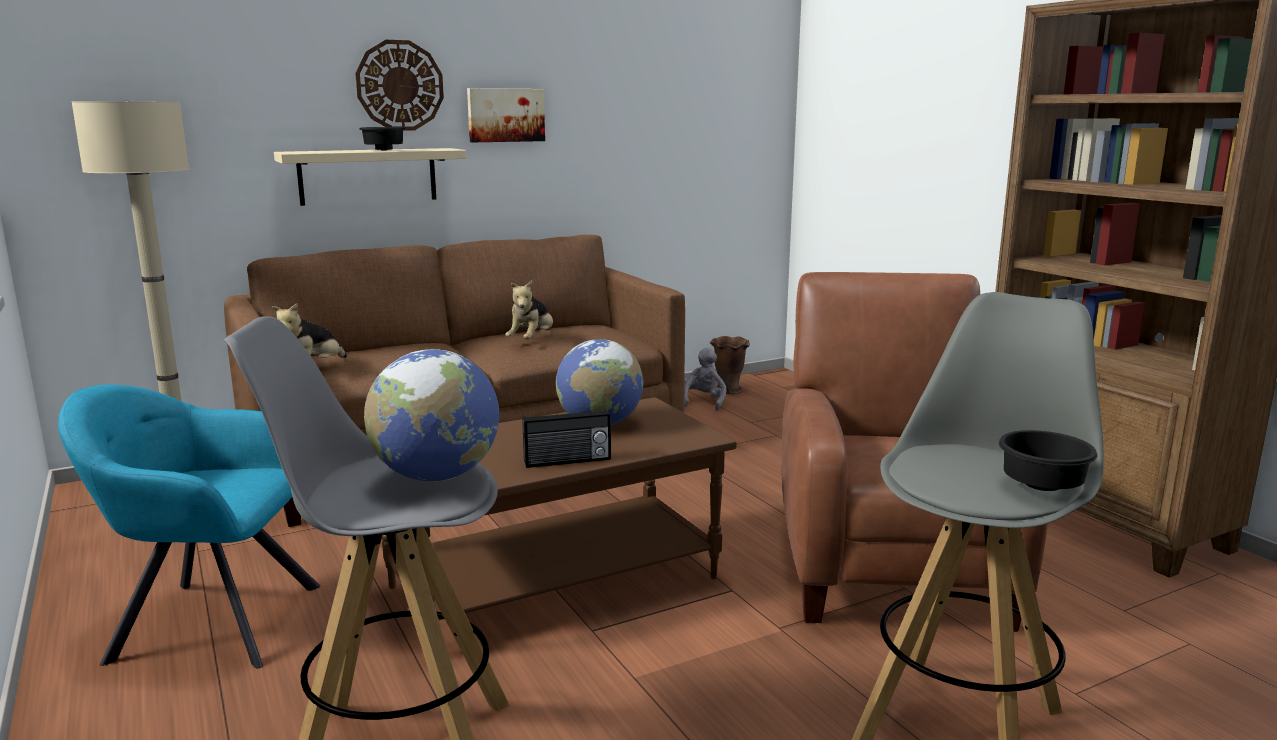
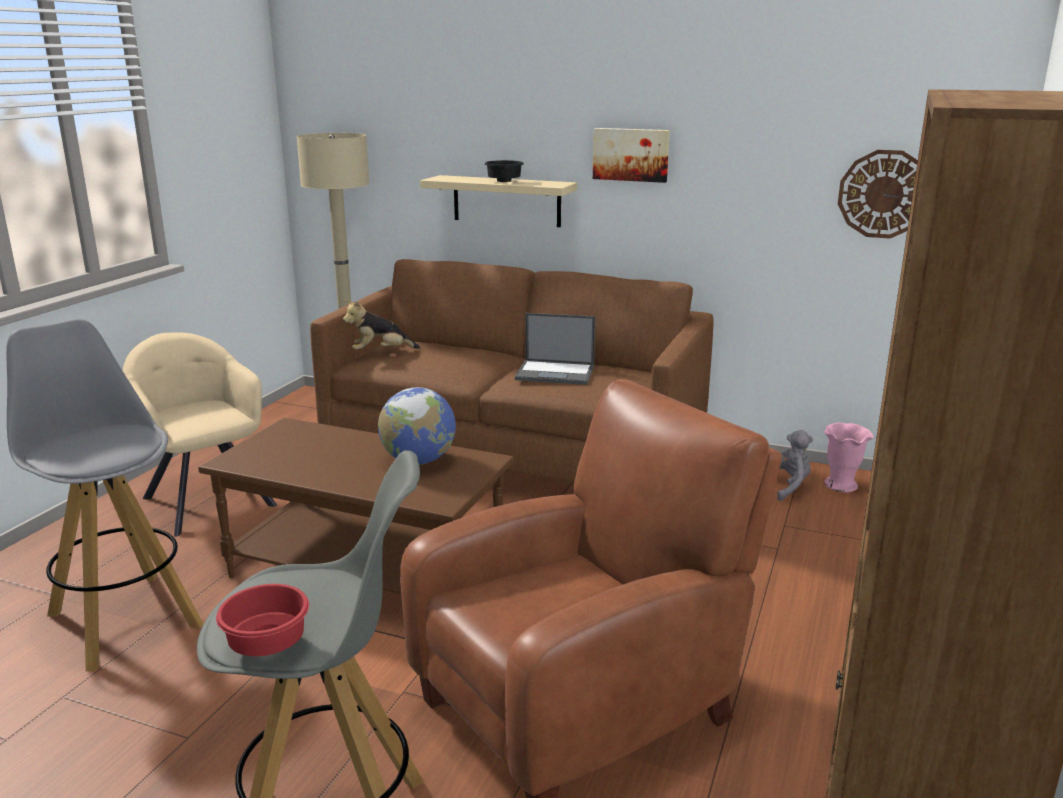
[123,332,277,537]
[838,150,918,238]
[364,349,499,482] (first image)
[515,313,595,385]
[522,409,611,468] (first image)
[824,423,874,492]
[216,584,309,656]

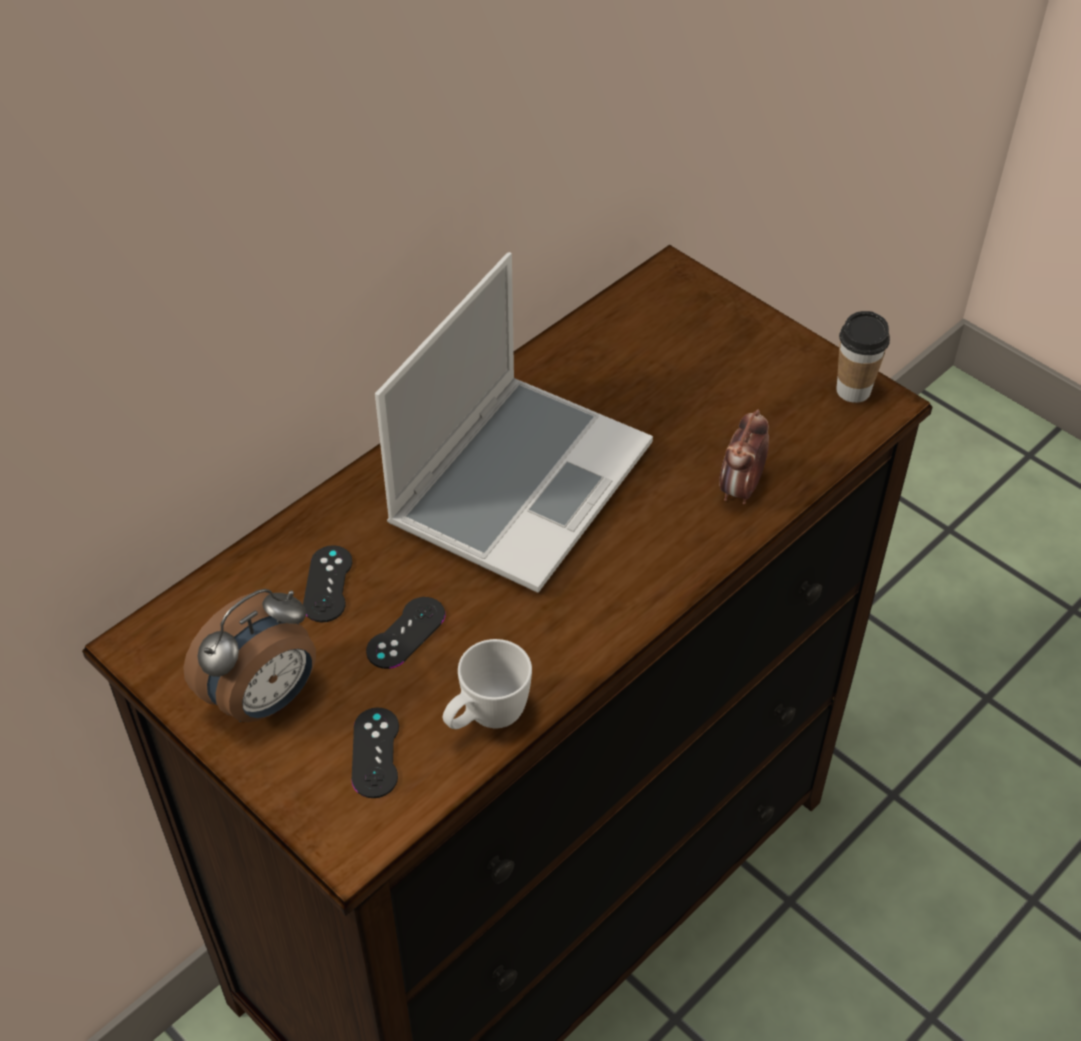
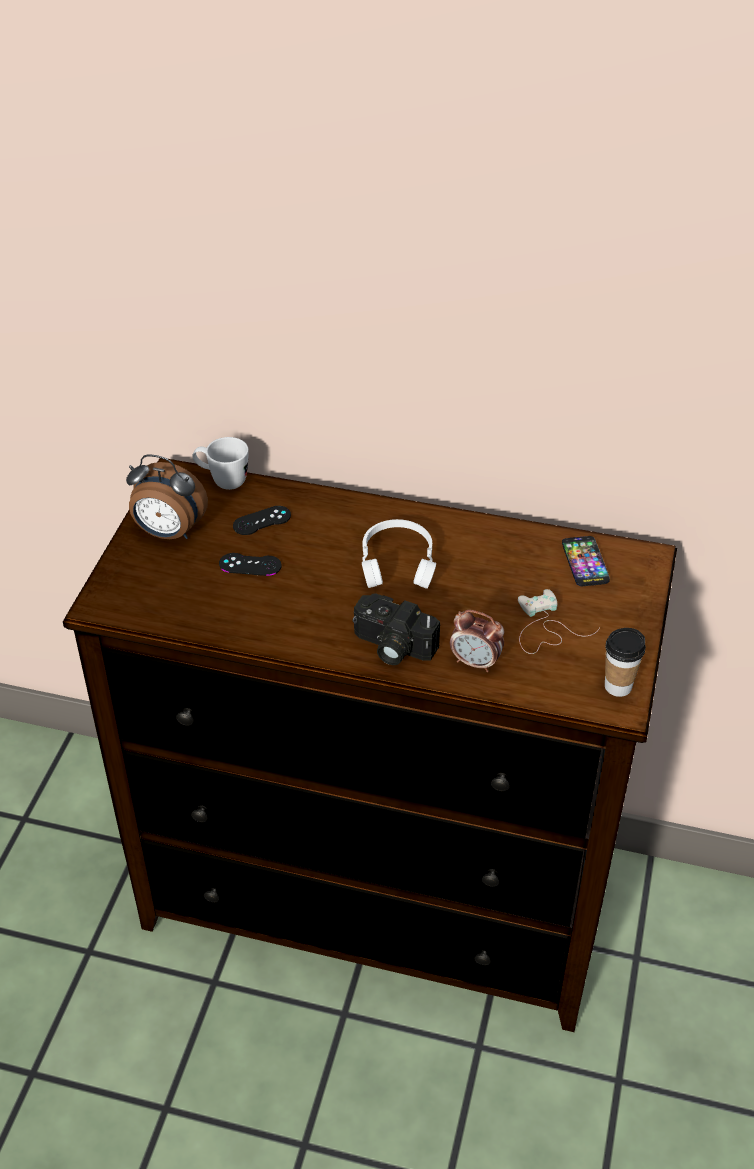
[351,708,399,798] (first image)
[362,519,436,589]
[193,437,249,490]
[450,610,504,672]
[353,593,440,665]
[518,589,600,654]
[562,536,610,586]

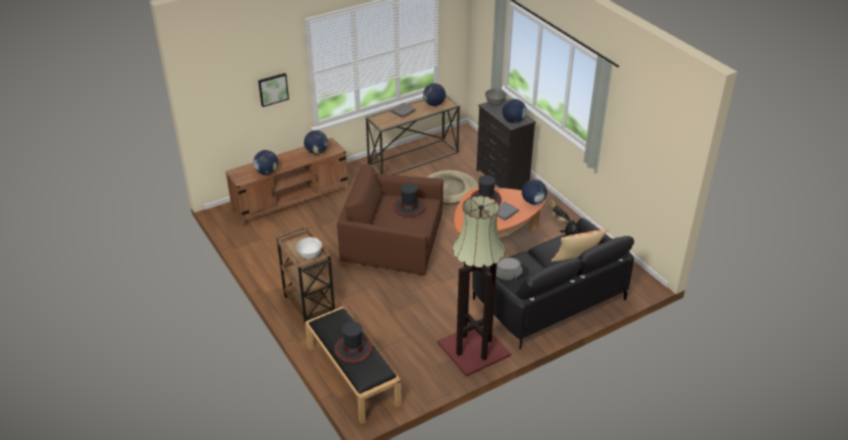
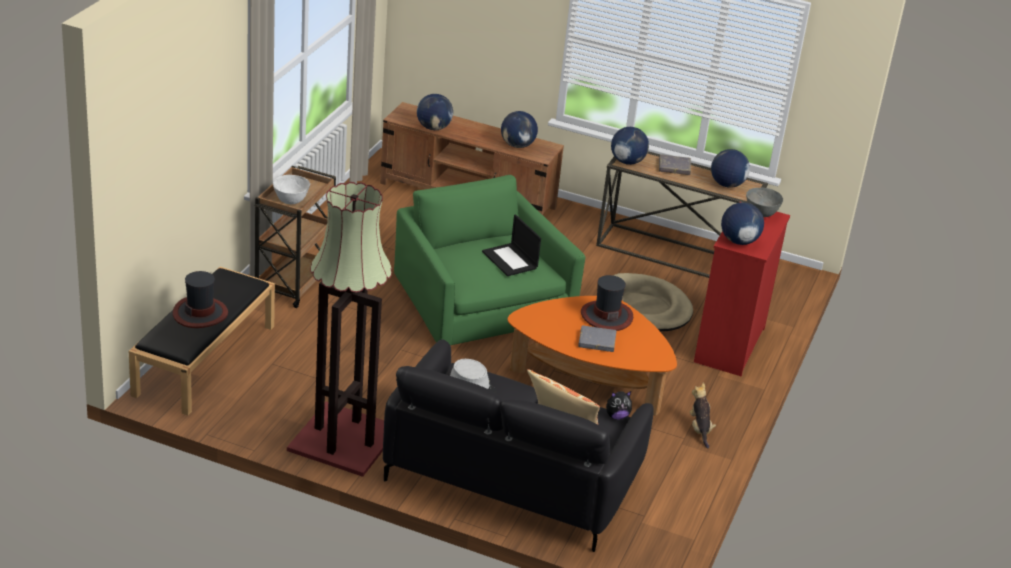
[258,73,289,107] (first image)
[394,175,586,346]
[482,214,541,276]
[694,202,790,376]
[611,127,649,165]

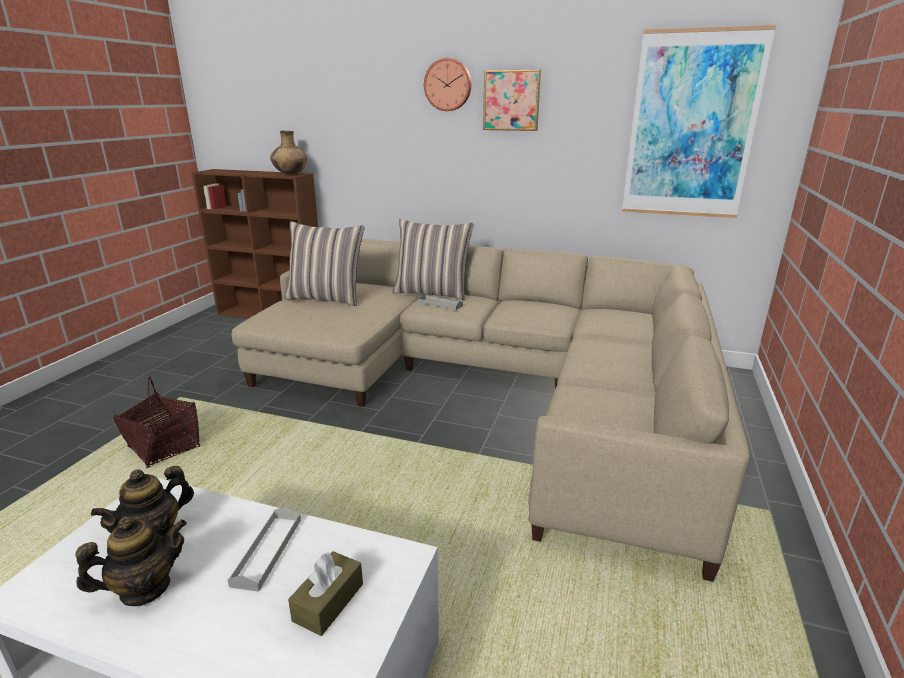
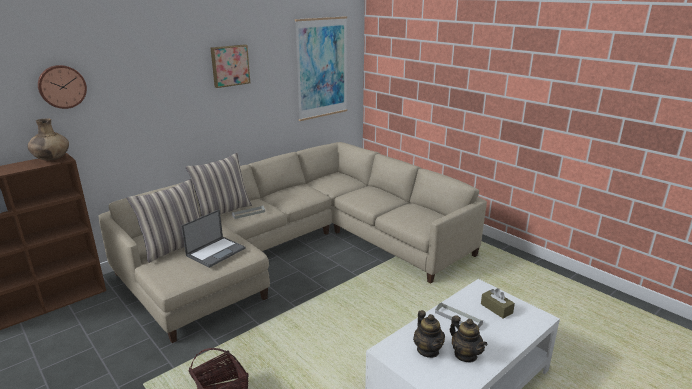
[450,315,487,362]
[38,65,87,109]
[181,209,246,268]

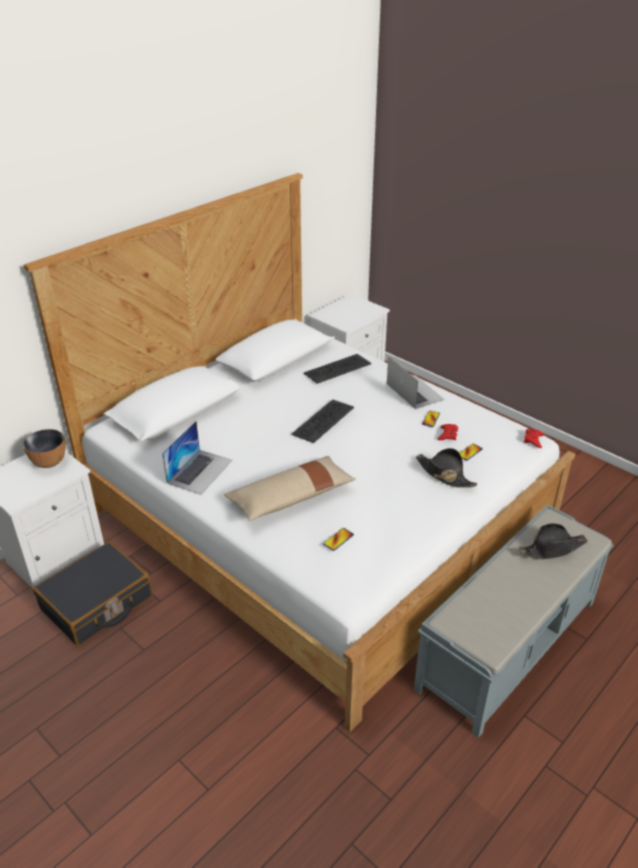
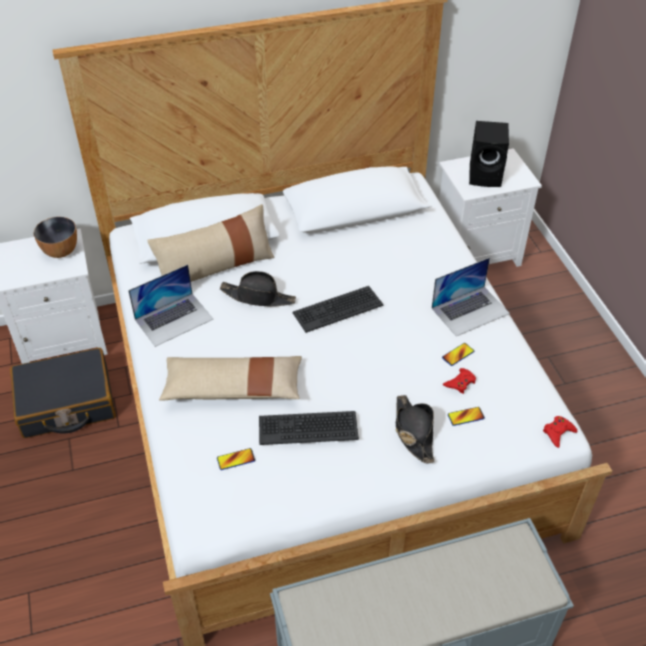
[259,411,359,445]
[431,257,510,336]
[220,271,296,307]
[147,204,275,282]
[469,121,509,187]

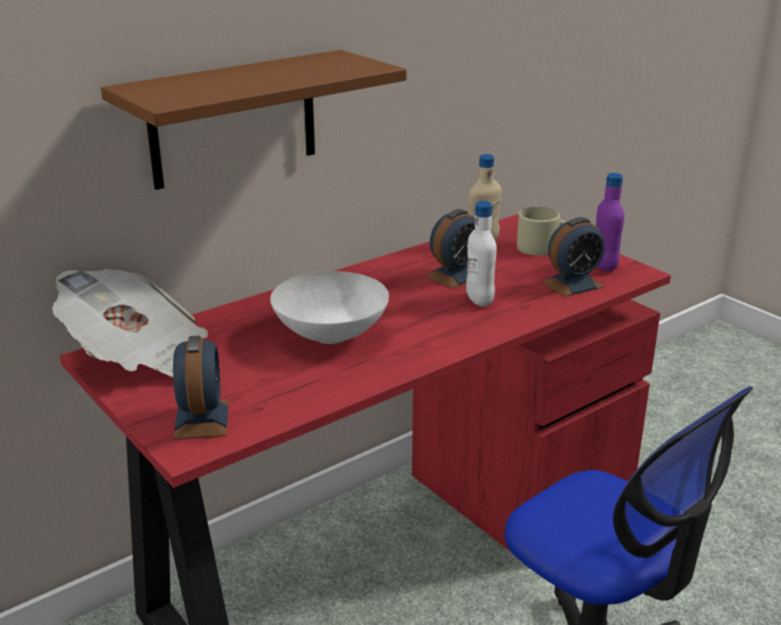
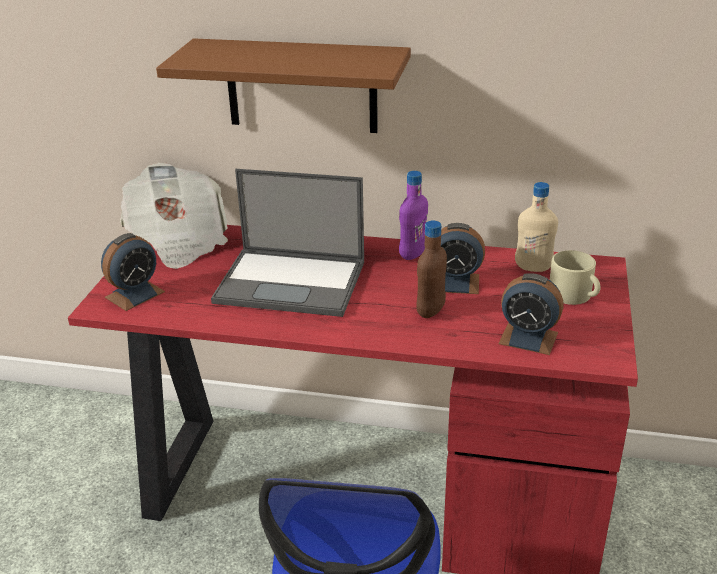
[211,169,364,317]
[416,221,447,318]
[399,171,428,260]

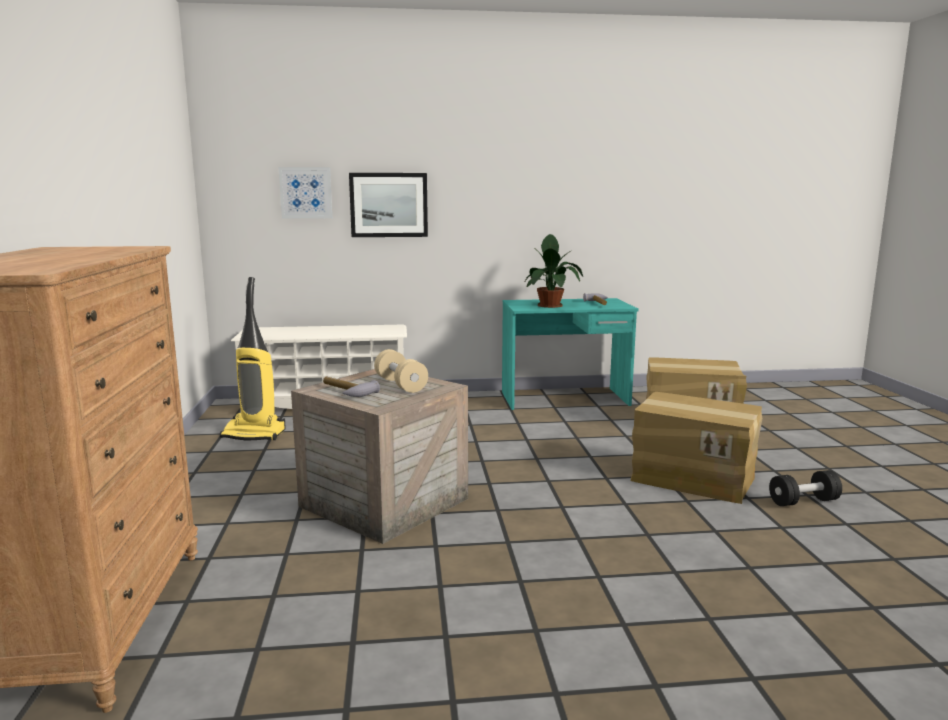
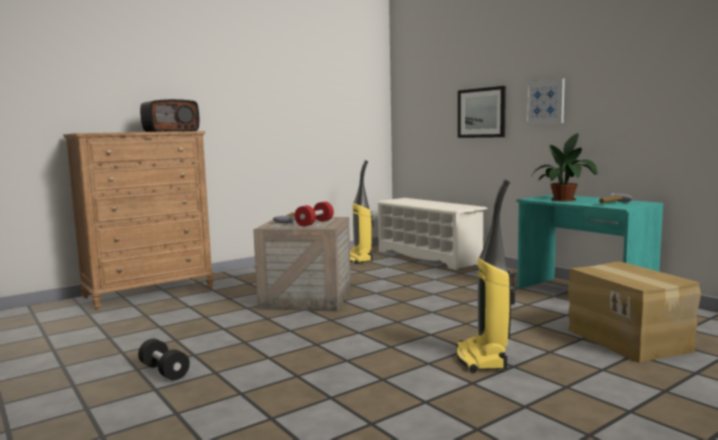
[525,78,565,124]
[294,202,334,227]
[456,180,515,373]
[138,339,190,380]
[140,99,199,132]

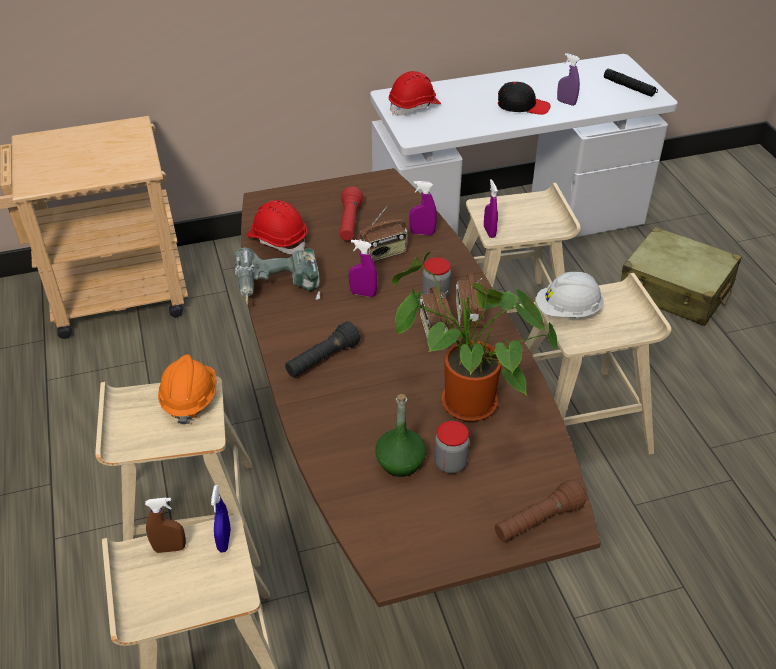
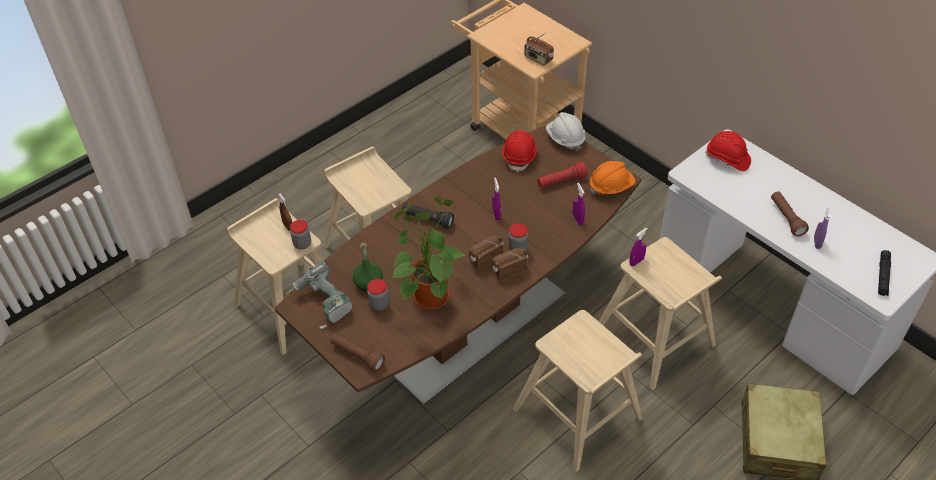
[590,161,635,195]
[290,220,311,249]
[287,261,352,329]
[524,32,554,66]
[771,191,809,237]
[546,112,586,151]

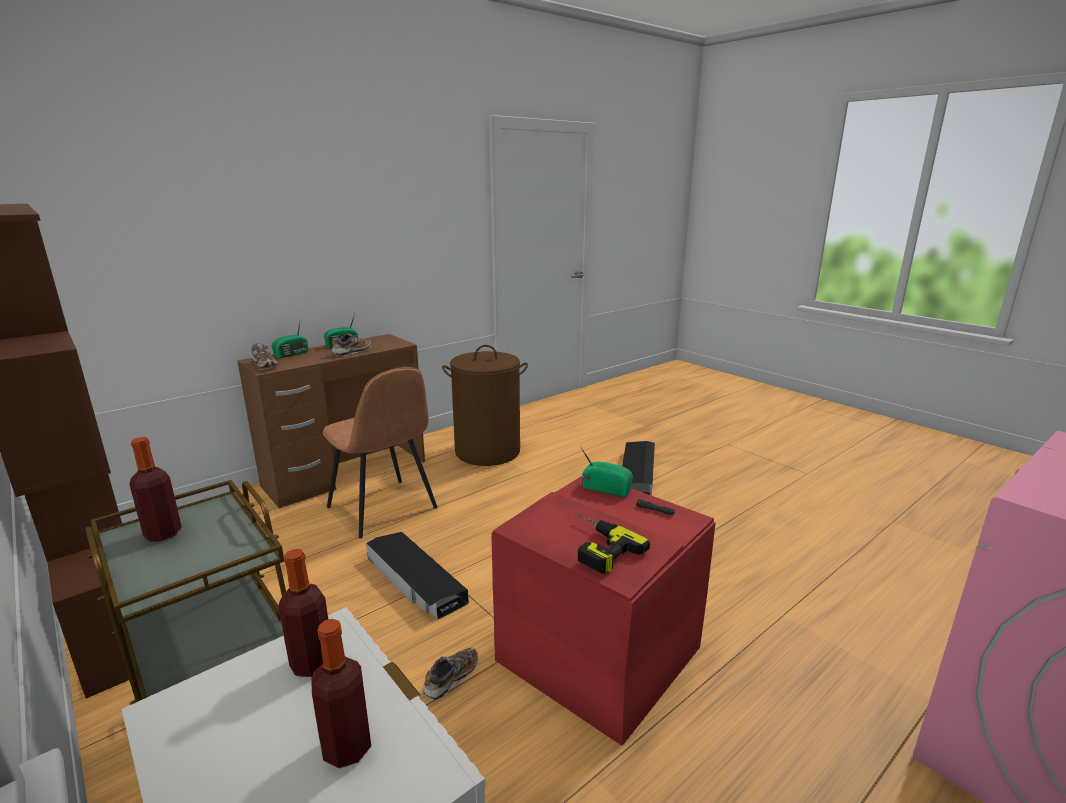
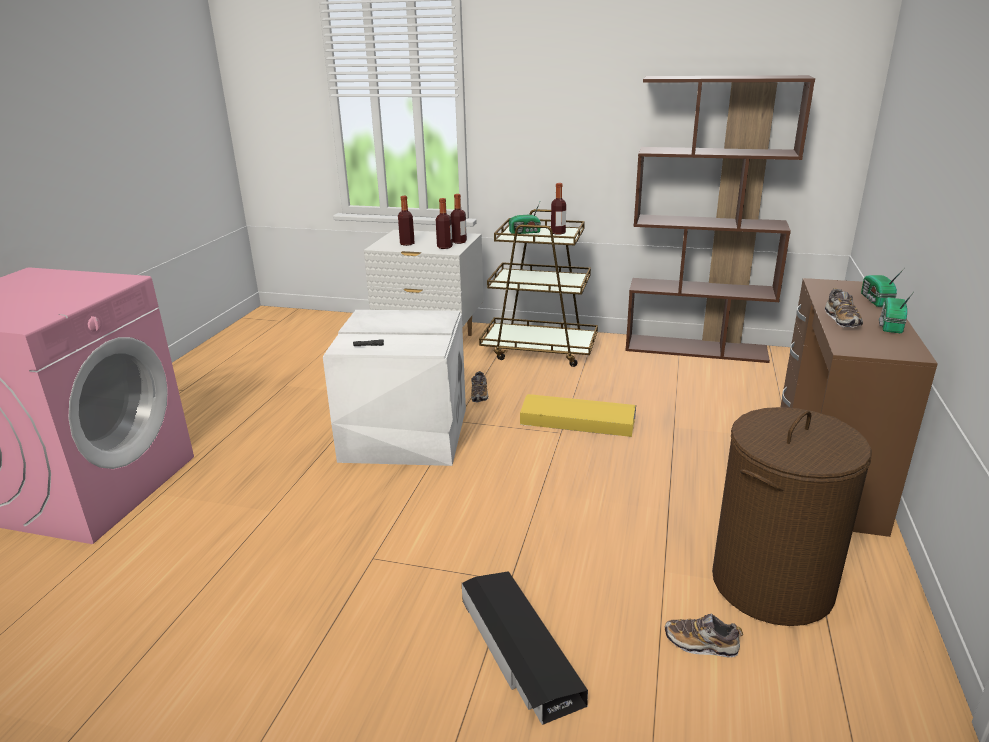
[665,614,743,658]
[323,367,437,538] (first image)
[520,394,636,437]
[323,310,466,466]
[575,513,650,574] (first image)
[509,200,541,234]
[451,194,467,244]

